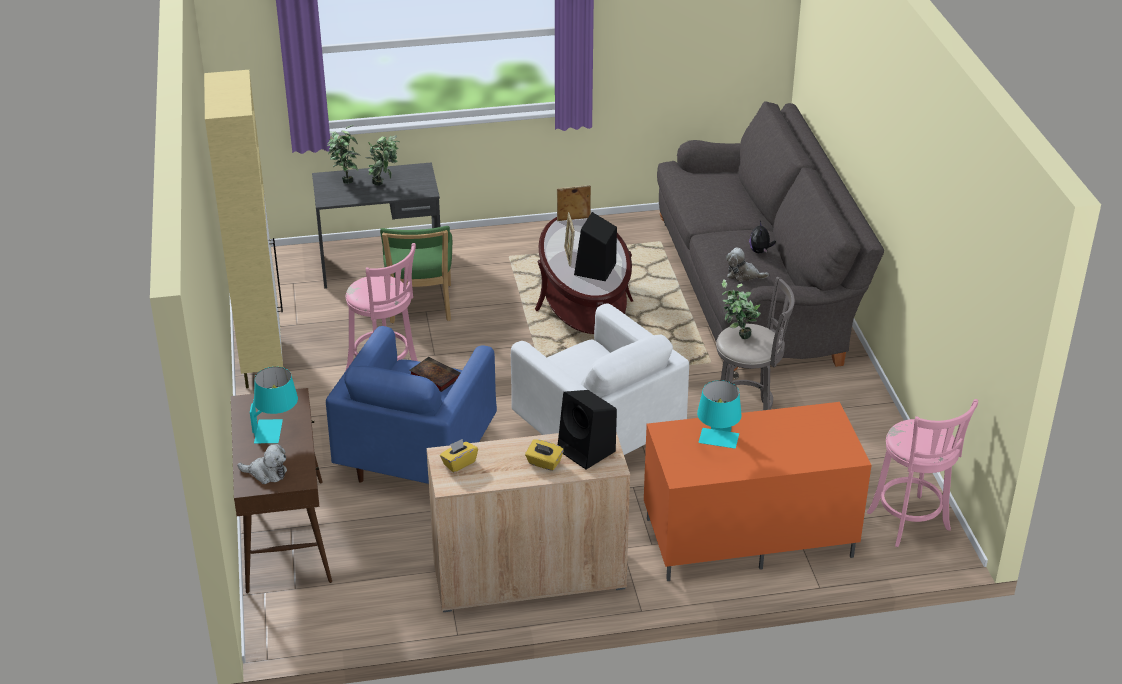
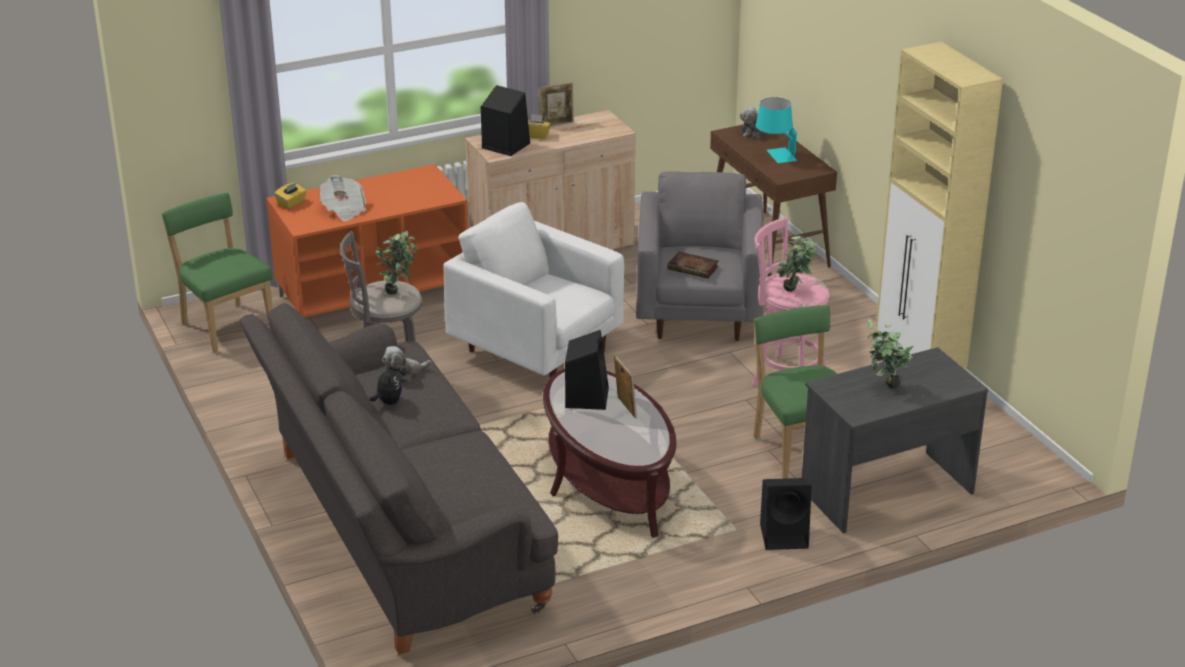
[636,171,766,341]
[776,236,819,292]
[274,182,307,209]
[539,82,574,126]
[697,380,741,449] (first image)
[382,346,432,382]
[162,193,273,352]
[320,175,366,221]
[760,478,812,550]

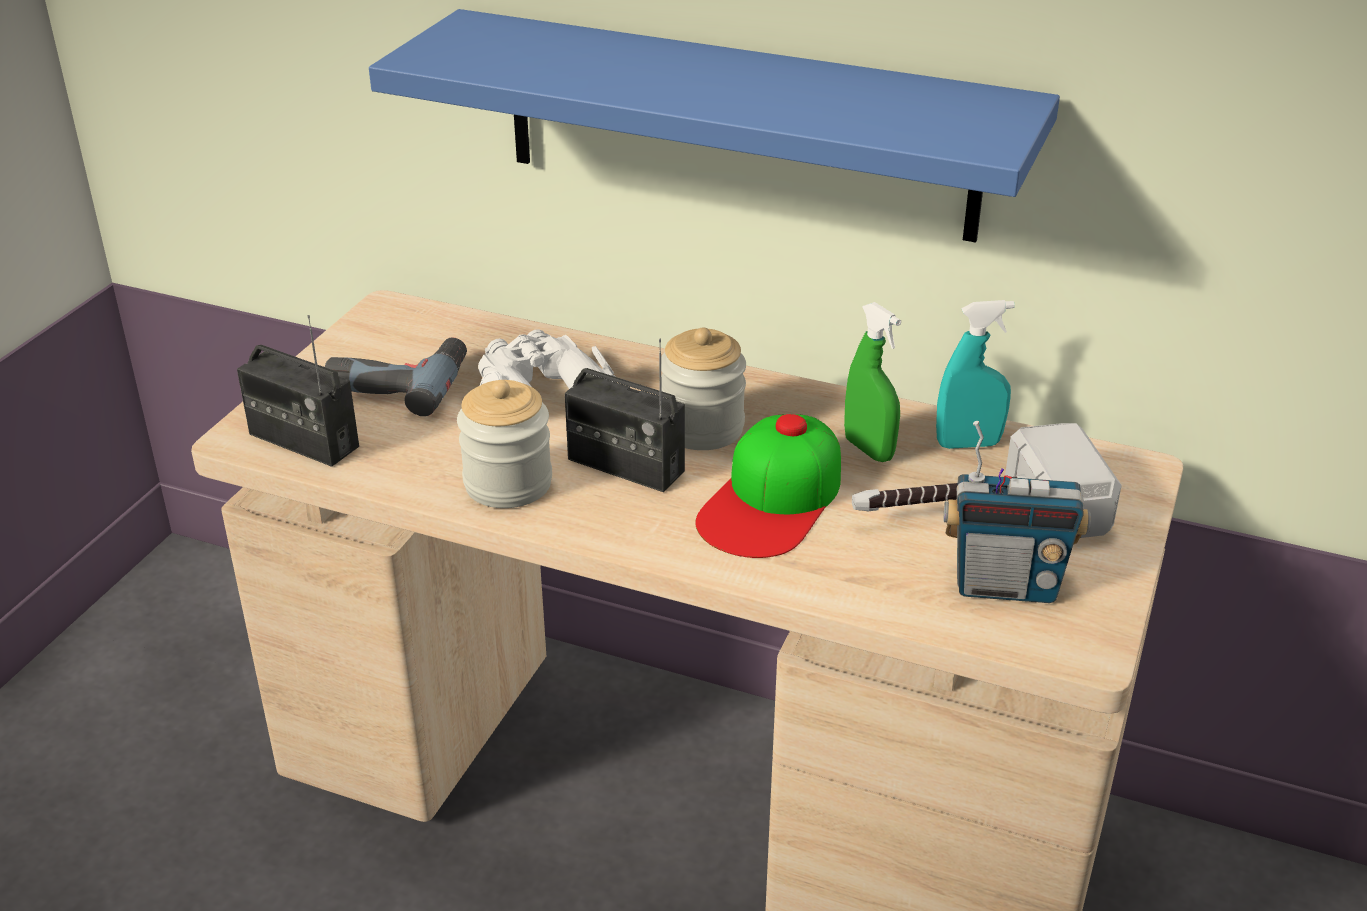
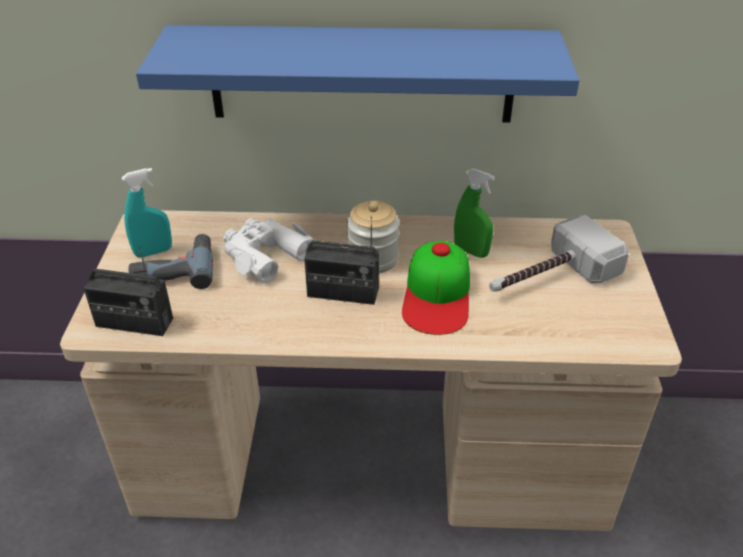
[457,380,552,508] (first image)
[122,168,172,258]
[944,421,1091,603] (first image)

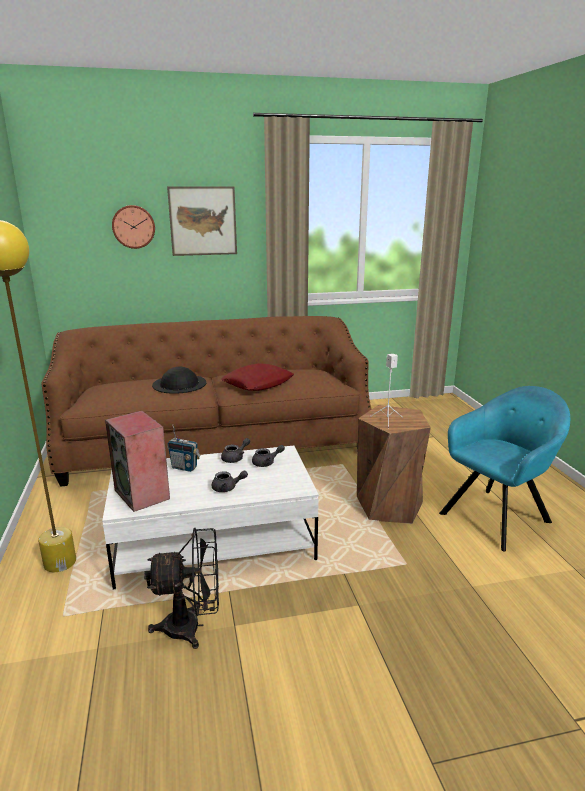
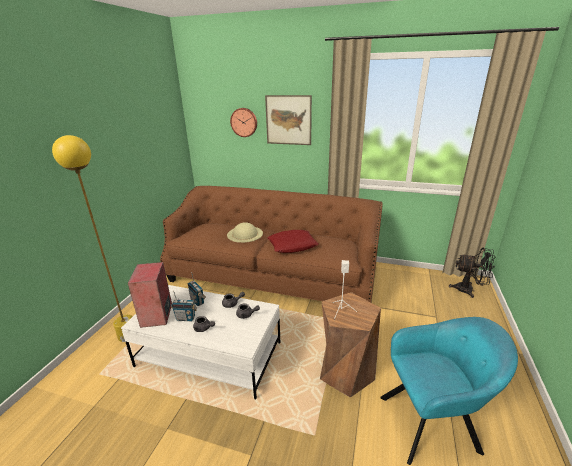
[449,248,496,298]
[227,222,263,243]
[171,290,197,321]

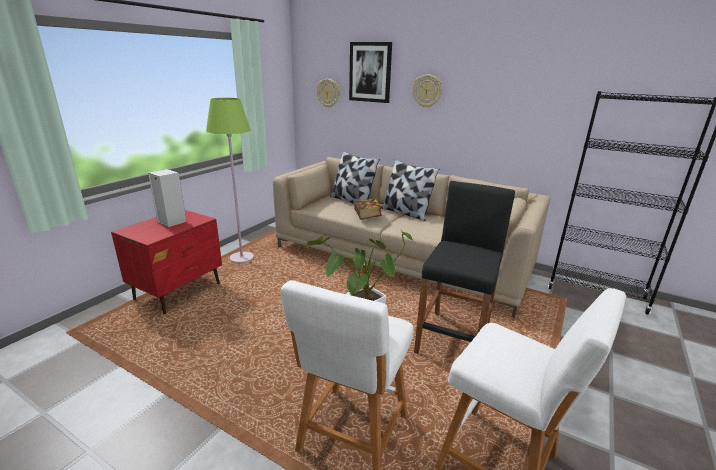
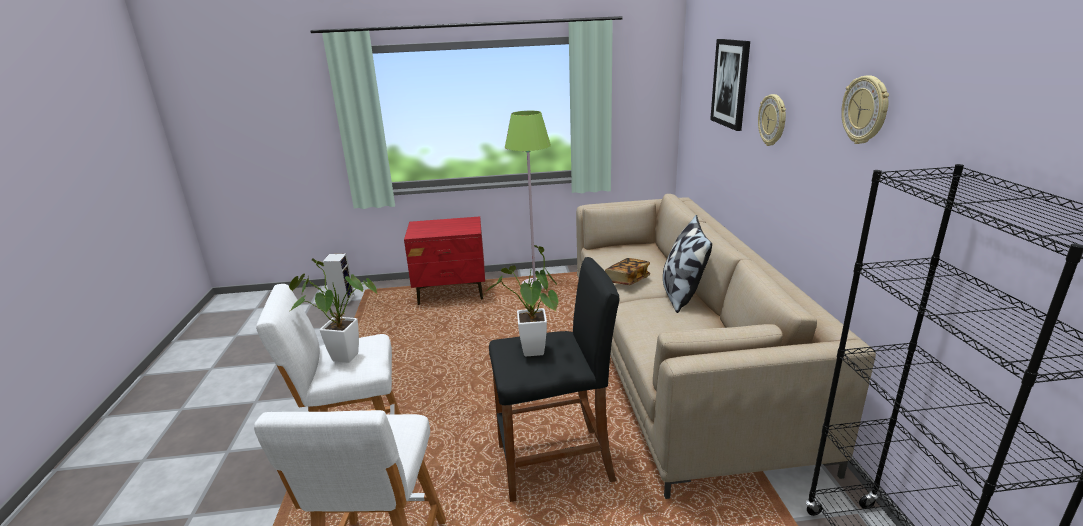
[322,253,354,304]
[841,75,889,144]
[330,150,380,204] (first image)
[485,245,558,356]

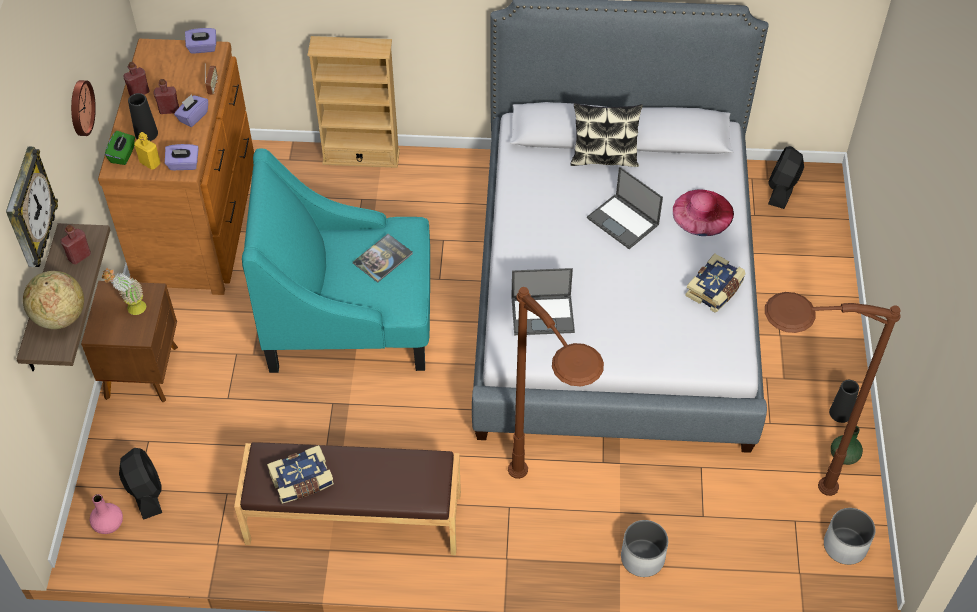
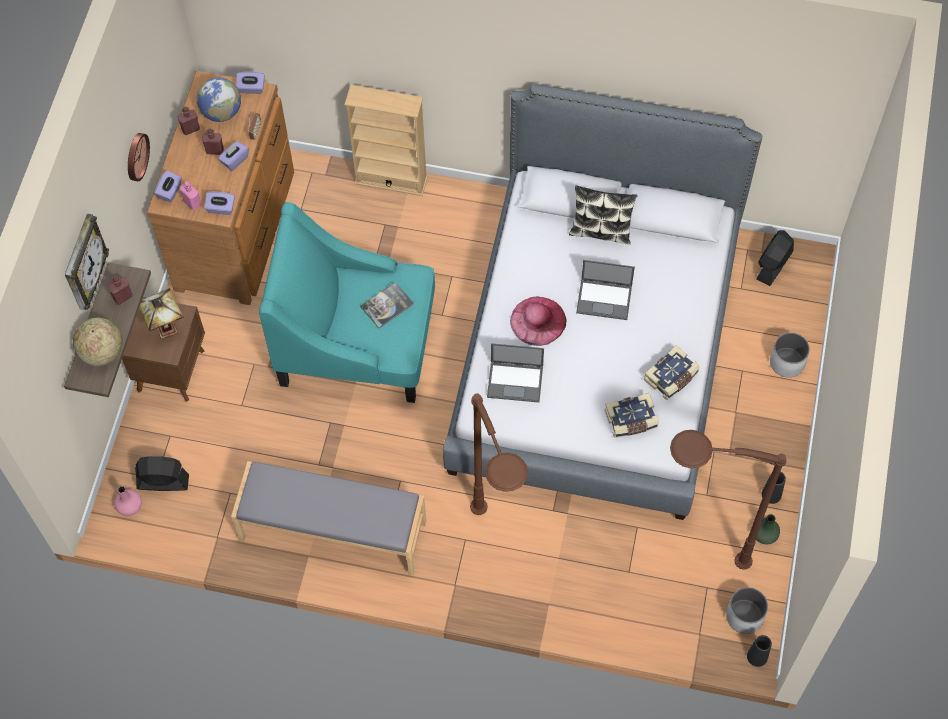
[139,288,183,339]
[154,170,182,202]
[135,456,189,491]
[747,635,772,667]
[180,181,201,210]
[231,461,426,576]
[605,393,659,438]
[576,260,635,320]
[770,332,810,377]
[510,297,566,346]
[197,78,241,122]

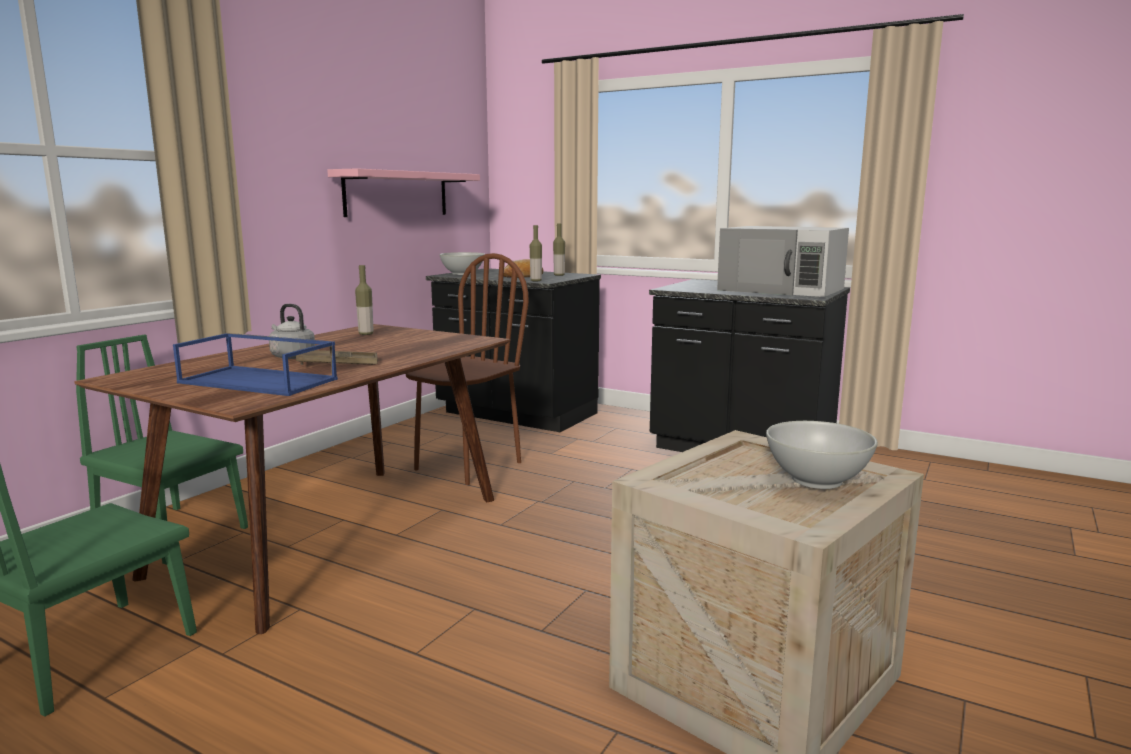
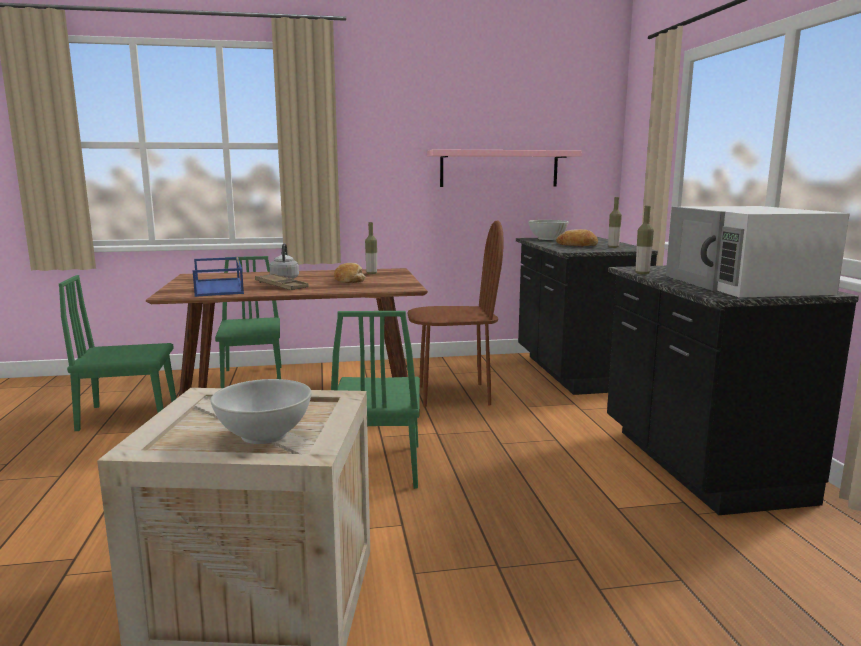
[635,206,654,274]
[331,311,420,489]
[334,263,366,283]

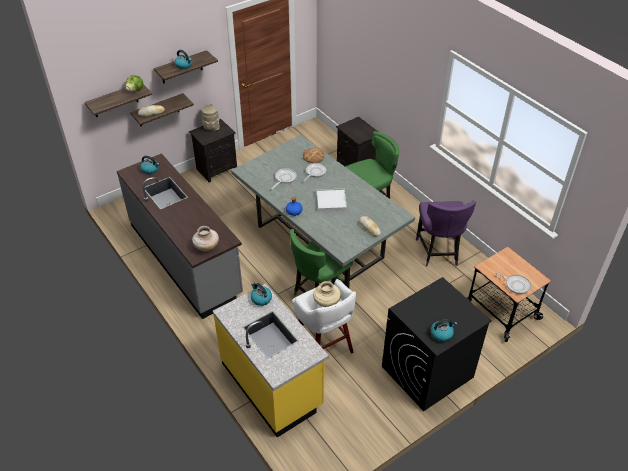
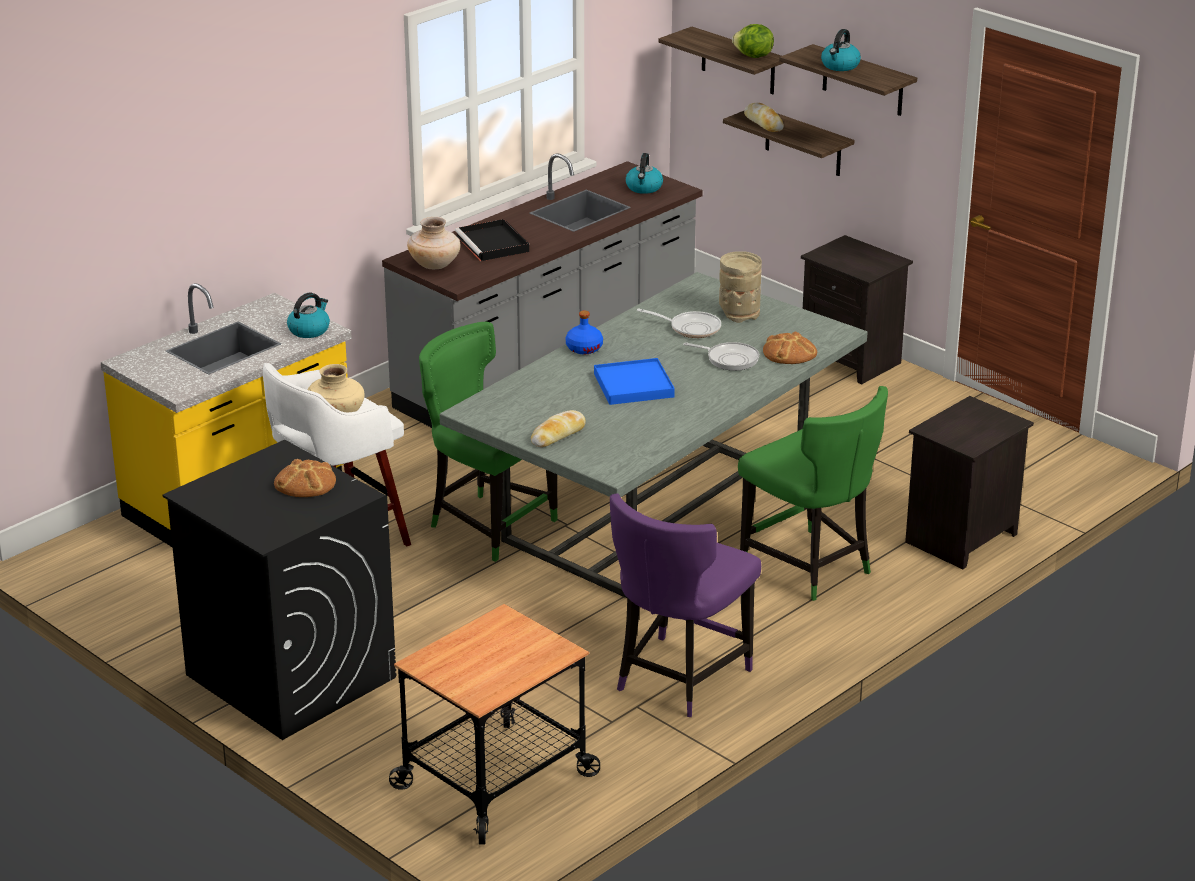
[719,251,762,323]
[594,358,675,405]
[610,493,761,717]
[431,319,457,342] (first image)
[495,272,531,294] (first image)
[274,459,336,497]
[455,219,529,261]

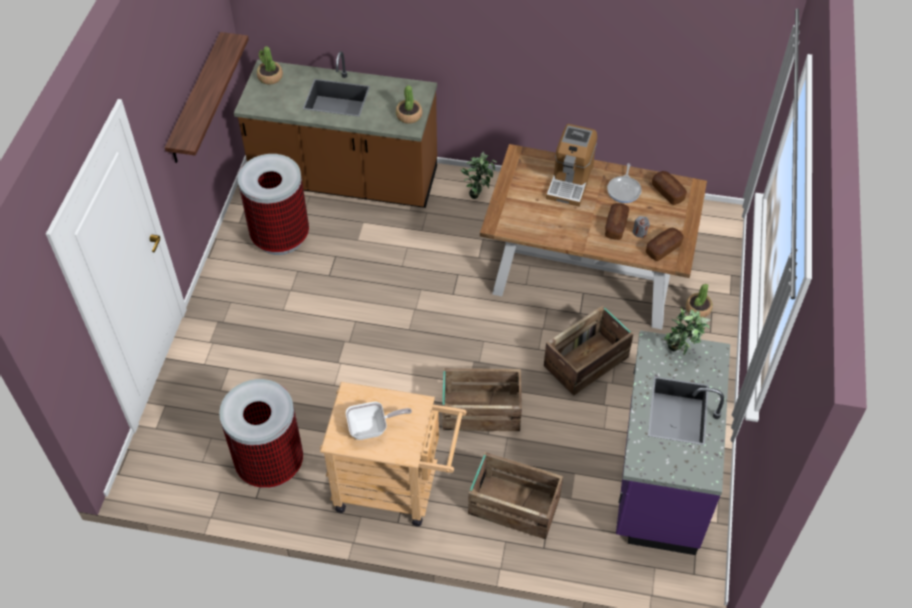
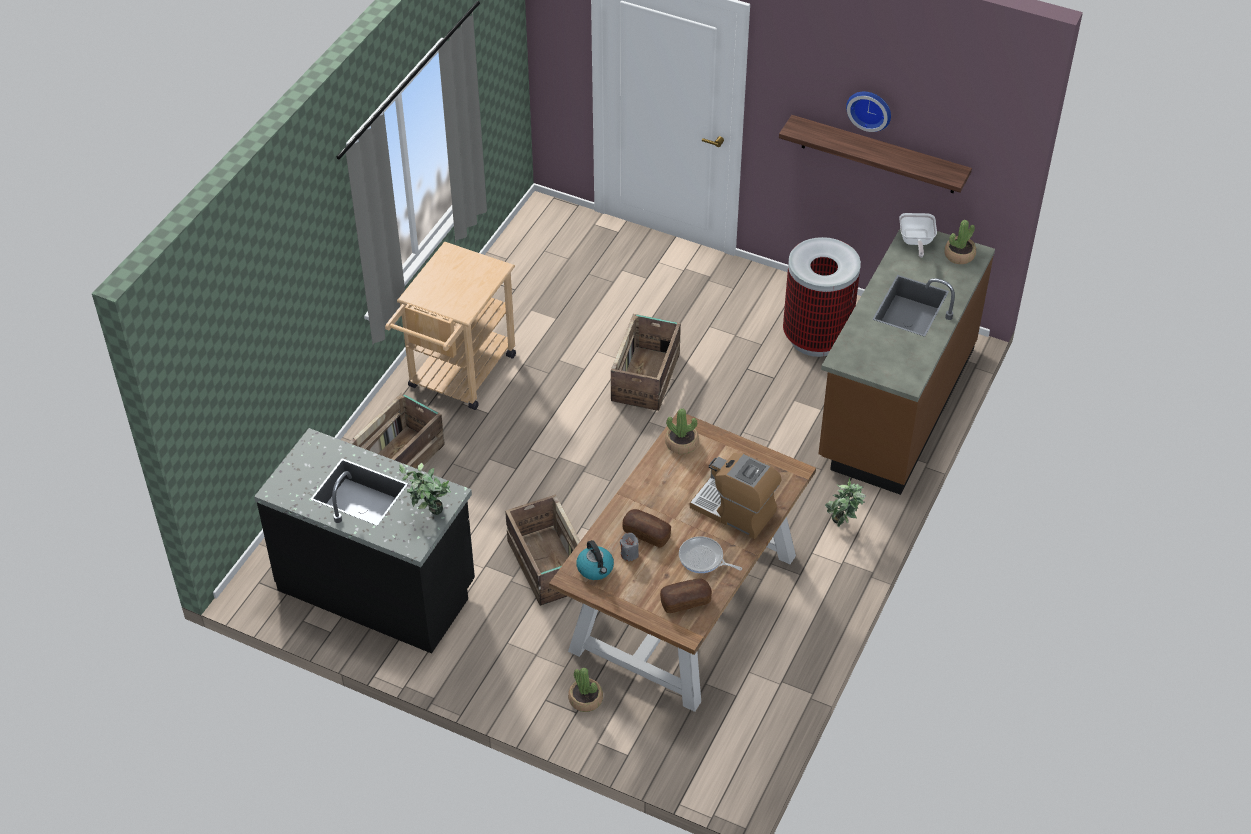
[219,379,303,488] (first image)
[899,213,937,258]
[665,408,699,454]
[611,314,681,411]
[254,428,475,654]
[576,540,614,580]
[846,92,891,132]

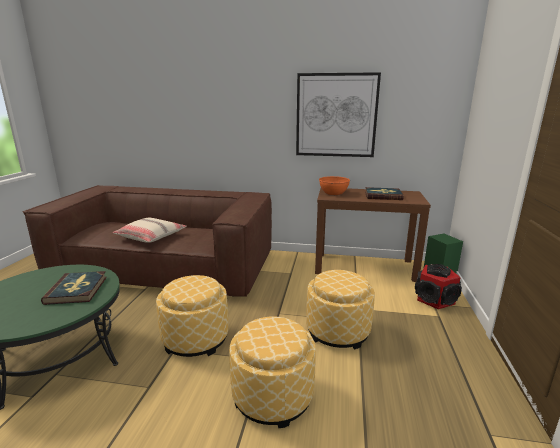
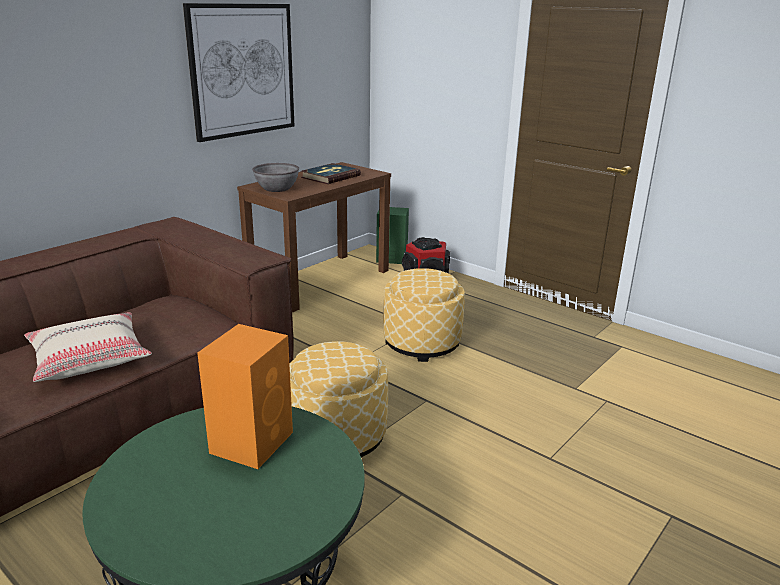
[197,324,293,469]
[229,316,316,428] (first image)
[252,163,299,192]

